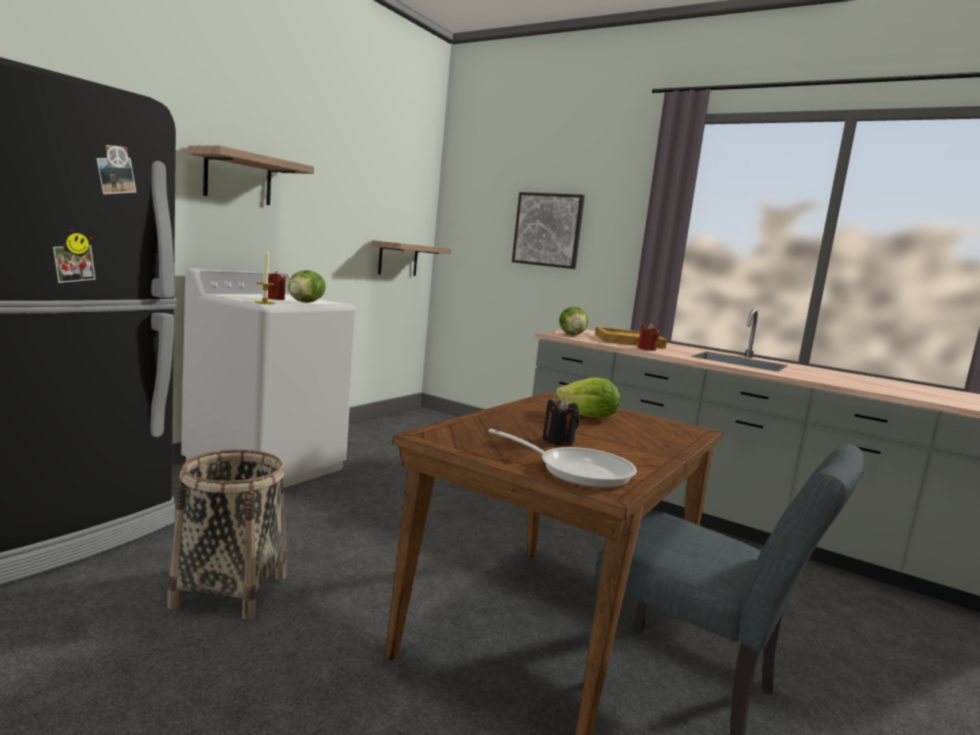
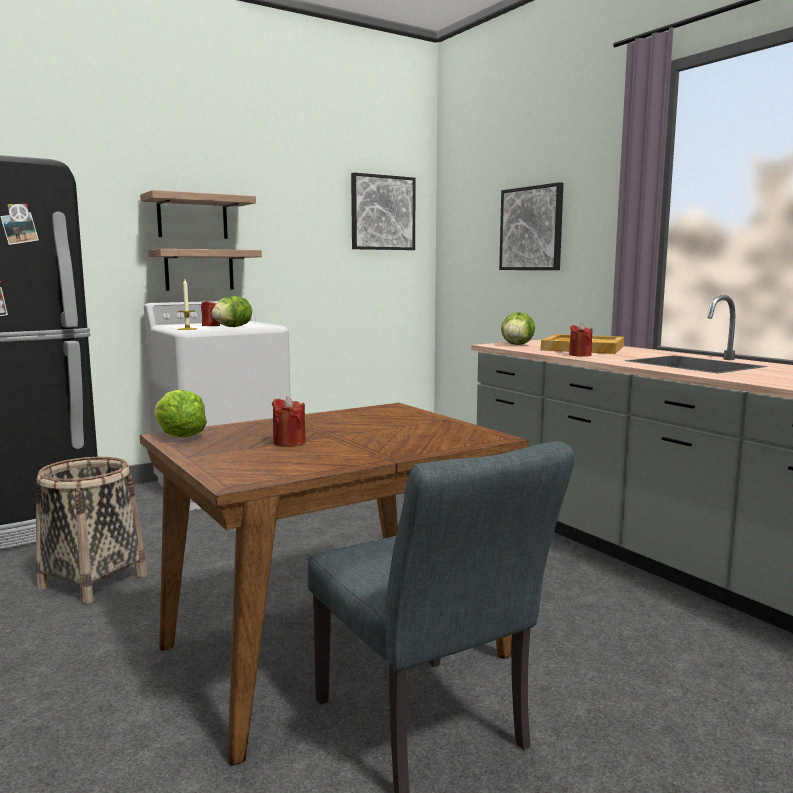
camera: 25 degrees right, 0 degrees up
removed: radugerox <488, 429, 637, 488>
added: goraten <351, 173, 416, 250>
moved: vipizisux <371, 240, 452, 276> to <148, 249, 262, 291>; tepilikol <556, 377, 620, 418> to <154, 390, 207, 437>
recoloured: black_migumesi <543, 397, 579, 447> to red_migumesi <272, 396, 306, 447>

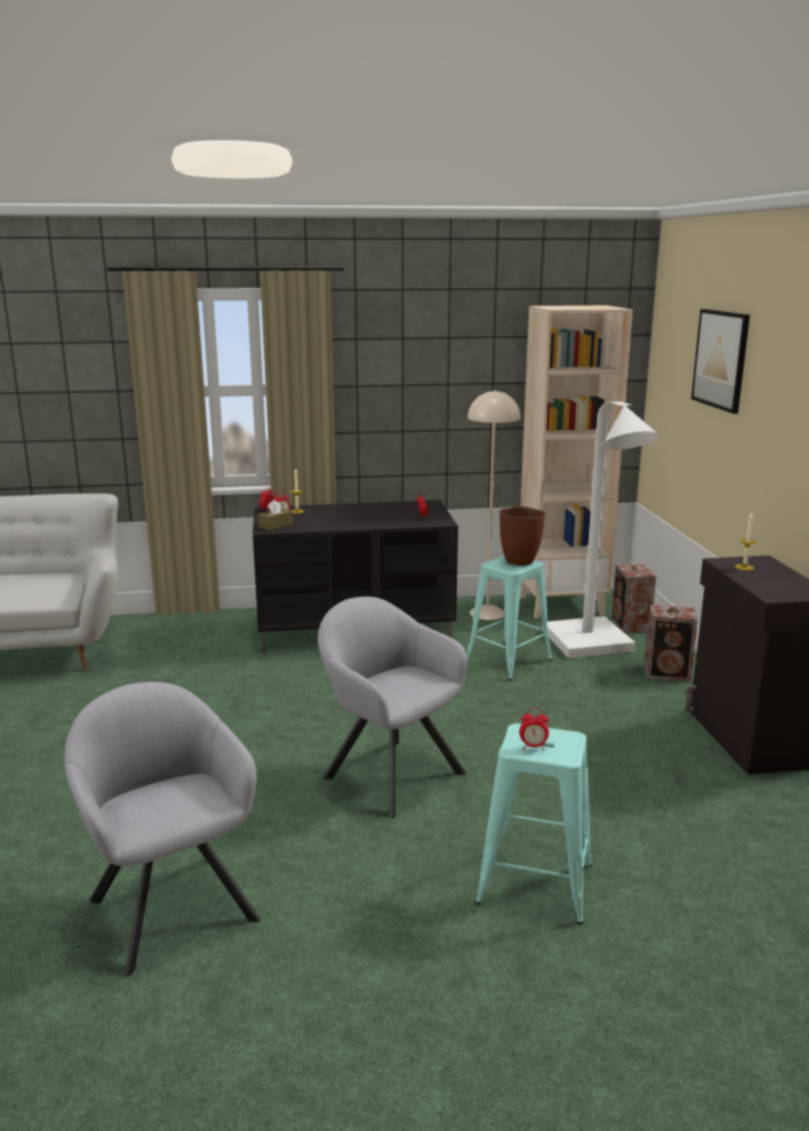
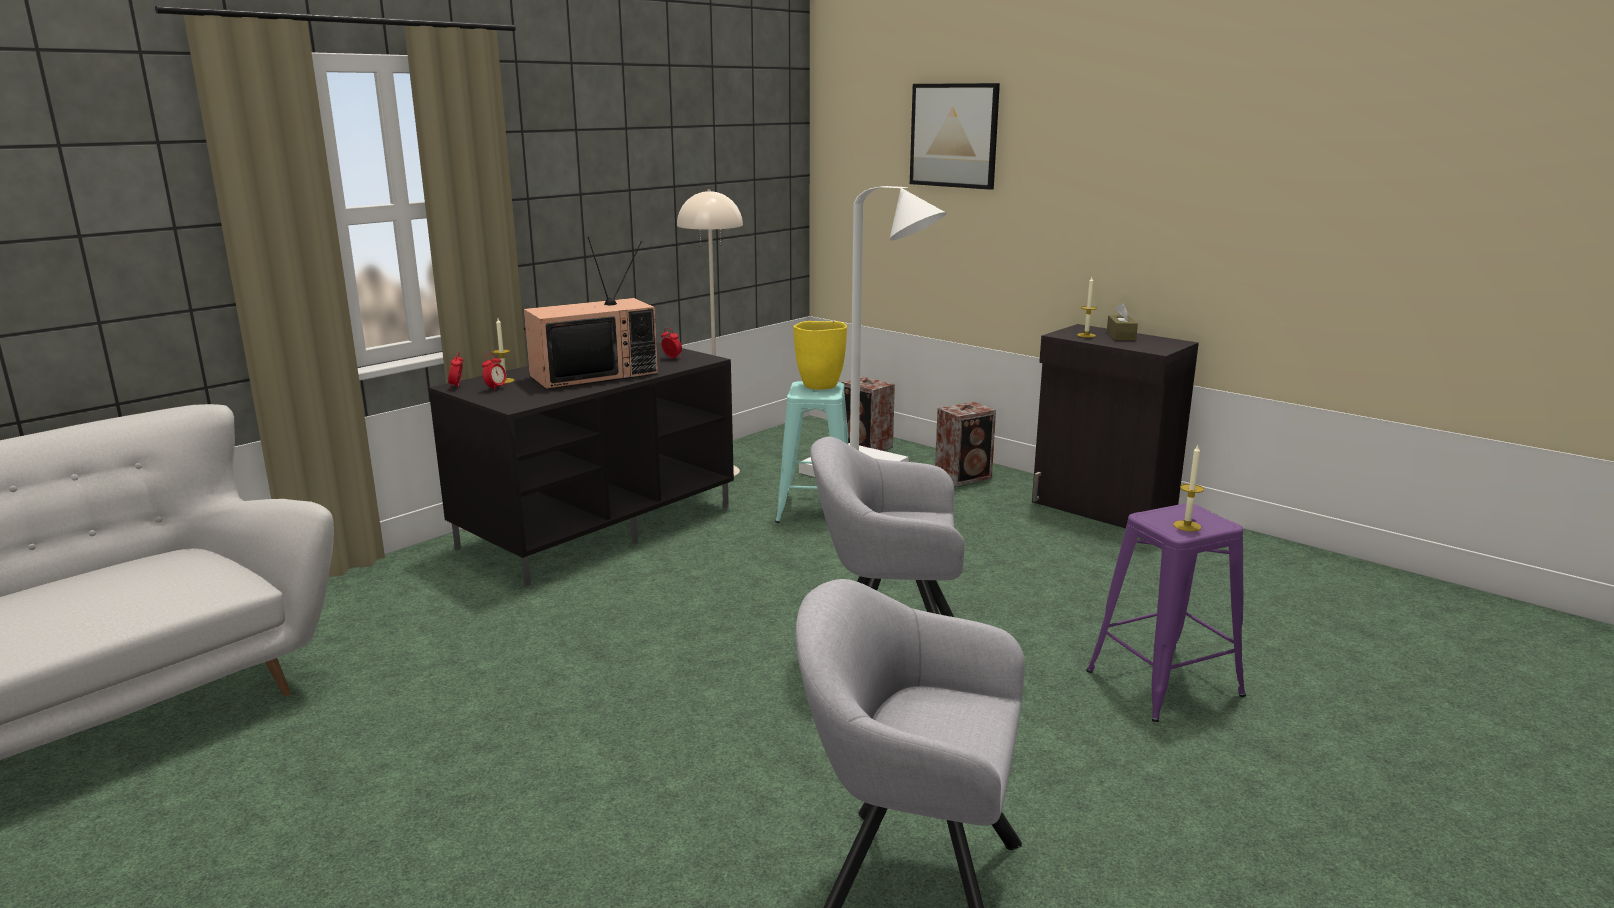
camera: 40 degrees left, 0 degrees up
removed: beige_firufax <520, 305, 633, 618>
added: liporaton <524, 237, 658, 390>
moved: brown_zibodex <258, 500, 293, 531> to <1107, 303, 1138, 341>
replaced: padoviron <519, 708, 549, 751> to migumesi <1173, 445, 1204, 532>
recoloured: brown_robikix <500, 507, 545, 566> to yellow_robikix <793, 321, 847, 390>; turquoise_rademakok <475, 724, 592, 924> to purple_rademakok <1086, 503, 1246, 722>

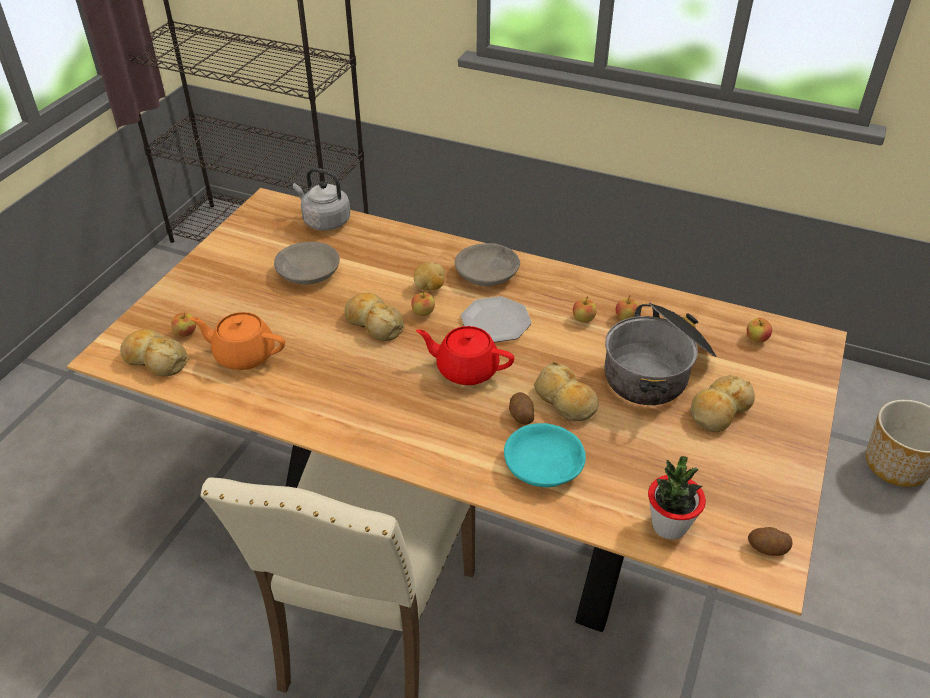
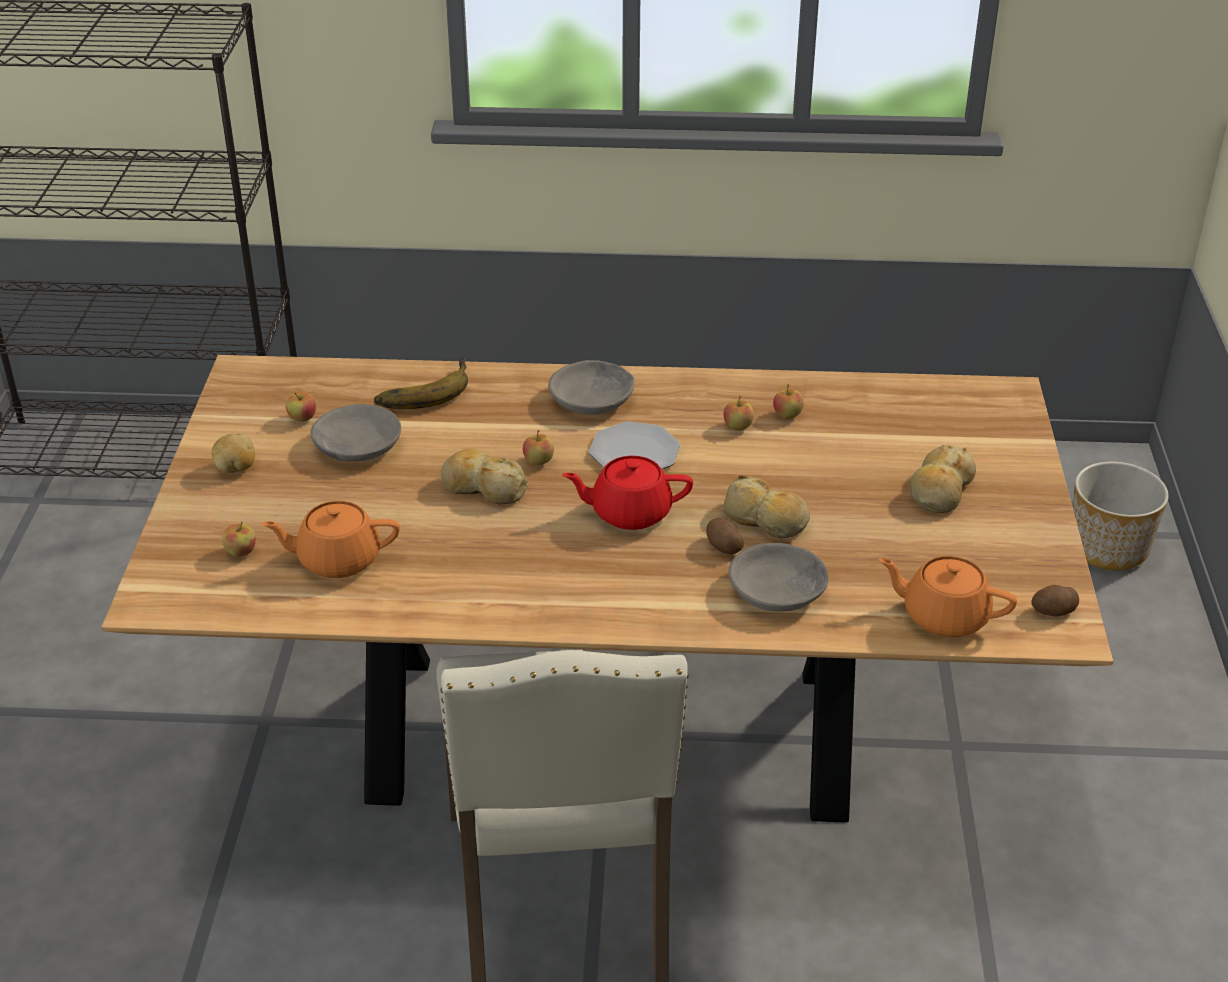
camera: 20 degrees left, 5 degrees down
removed: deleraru <120, 329, 189, 376>; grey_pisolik <293, 168, 350, 231>; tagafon <604, 303, 717, 405>
added: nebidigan <374, 358, 468, 409>
moved: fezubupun <414, 262, 445, 290> to <212, 434, 255, 473>; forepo <747, 318, 772, 343> to <286, 391, 316, 422>
replaced: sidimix <648, 456, 706, 540> to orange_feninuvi <879, 556, 1017, 637>
recoloured: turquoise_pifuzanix <504, 423, 586, 487> to grey_pifuzanix <728, 543, 829, 611>

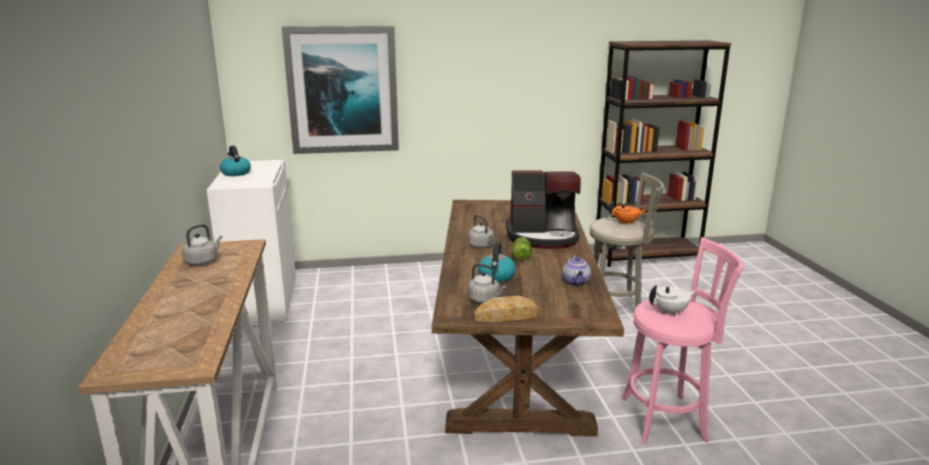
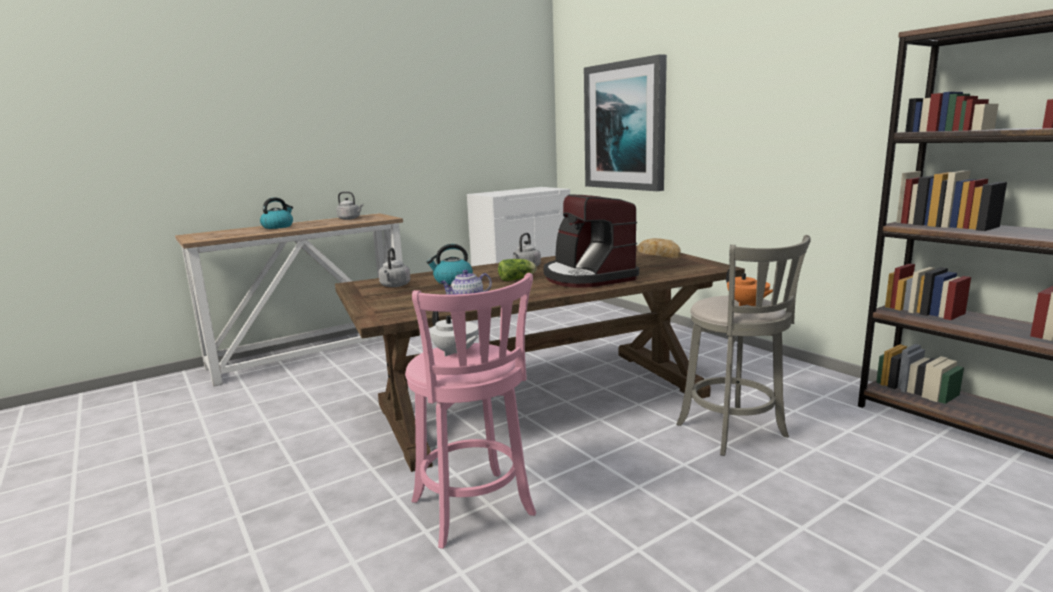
camera: 65 degrees right, 5 degrees down
moved: pisolik <220, 146, 251, 176> to <260, 197, 293, 229>; deleraru <474, 296, 539, 322> to <638, 238, 681, 258>

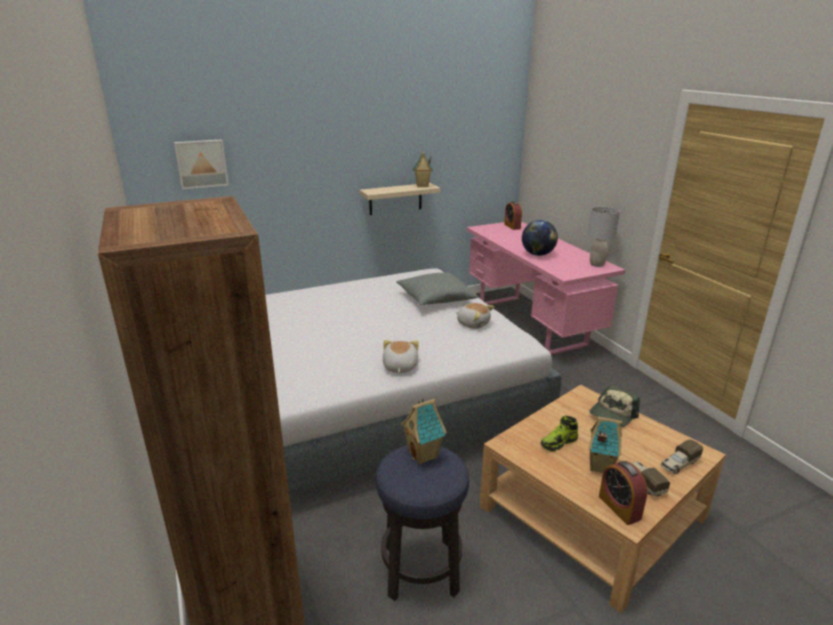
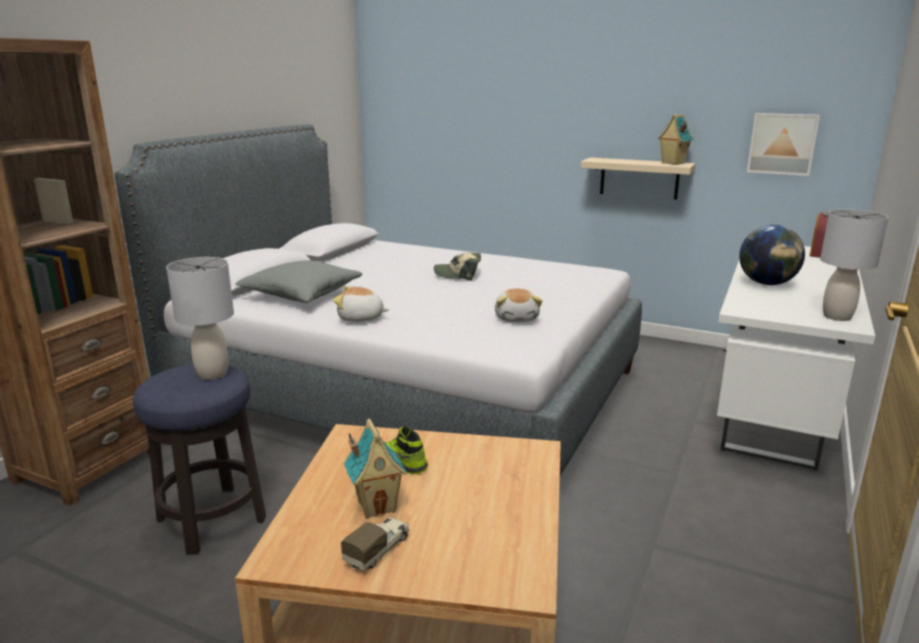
camera: 50 degrees right, 5 degrees down
removed: padoviron <599, 461, 648, 525>; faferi <661, 439, 703, 474>
moved: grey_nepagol <396, 272, 478, 305> to <235, 261, 362, 303>; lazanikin <589, 385, 640, 427> to <434, 253, 481, 281>; goraten <174, 139, 229, 189> to <747, 113, 820, 176>
replaced: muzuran <401, 398, 447, 465> to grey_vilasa <166, 257, 234, 380>
recoloured: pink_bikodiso <467, 221, 625, 355> to white_bikodiso <717, 246, 875, 471>
turned: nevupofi <382, 340, 419, 373> = <333, 286, 389, 322> 135 degrees counterclockwise

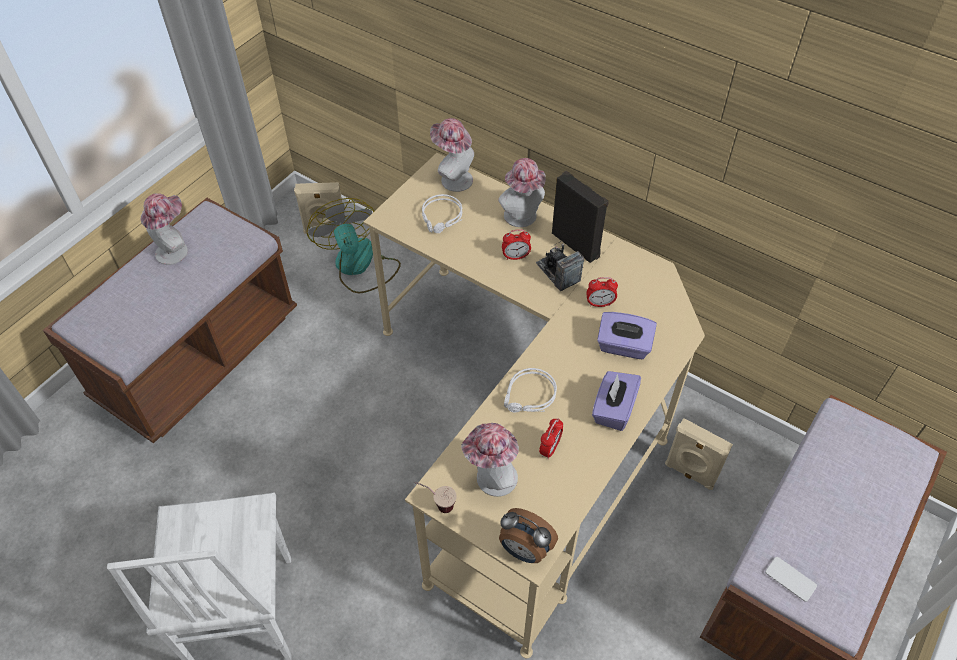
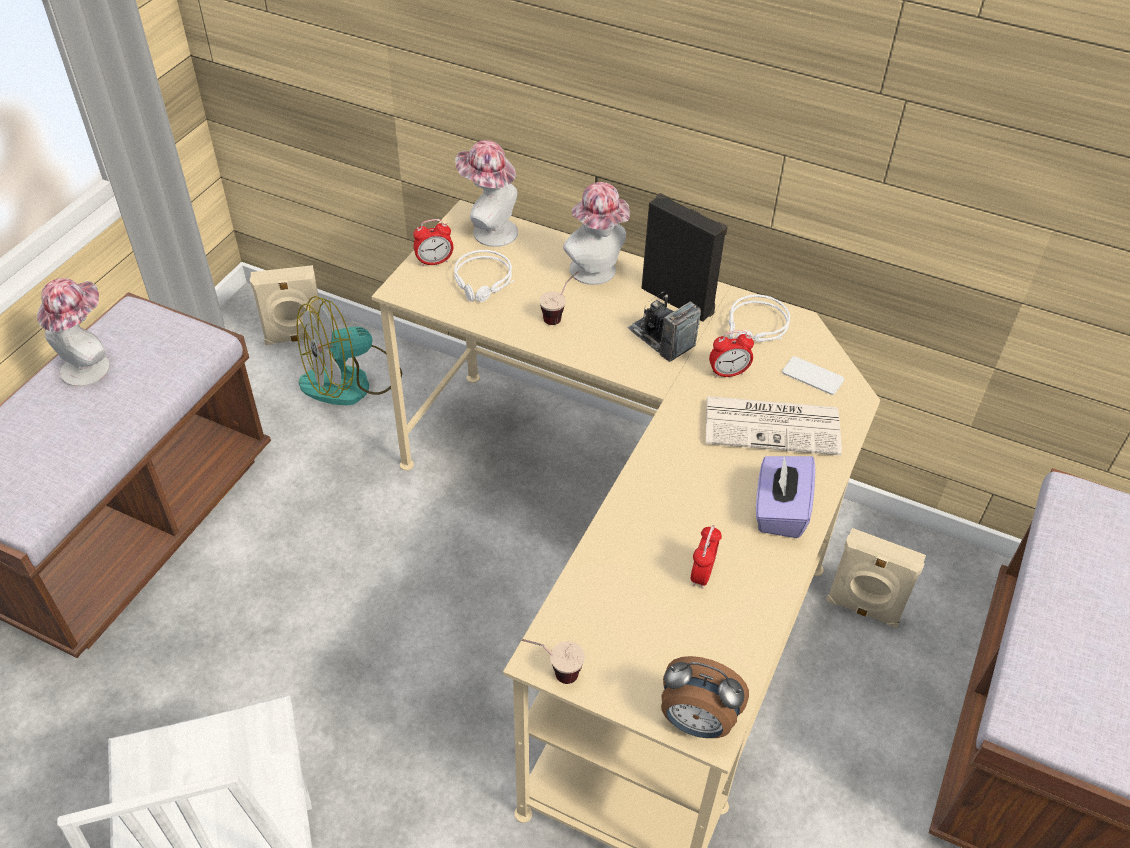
camera: 10 degrees left, 5 degrees down
removed: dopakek <461, 423, 519, 497>
added: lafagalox <539, 271, 579, 325>
moved: padoviron <502, 229, 531, 260> to <413, 219, 453, 267>; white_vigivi <504, 368, 557, 413> to <729, 295, 790, 342>; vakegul <765, 557, 817, 602> to <782, 356, 844, 395>
replaced: purple_zibodex <597, 312, 657, 359> to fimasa <706, 396, 842, 456>
turned: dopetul <307, 198, 401, 293> = <297, 296, 402, 405> 90 degrees counterclockwise

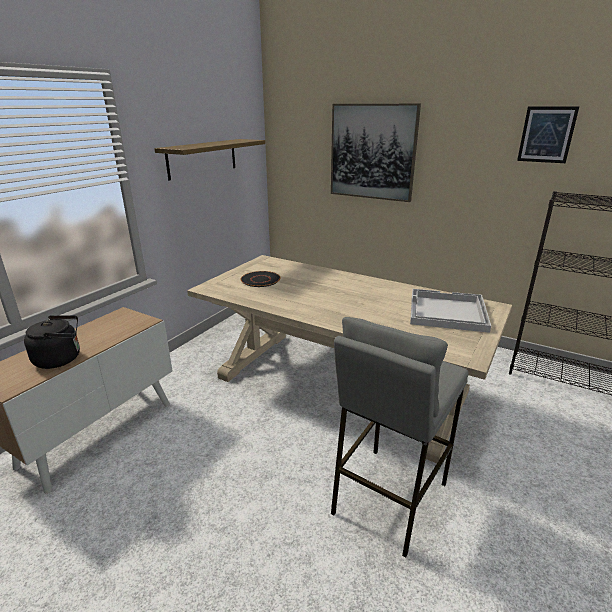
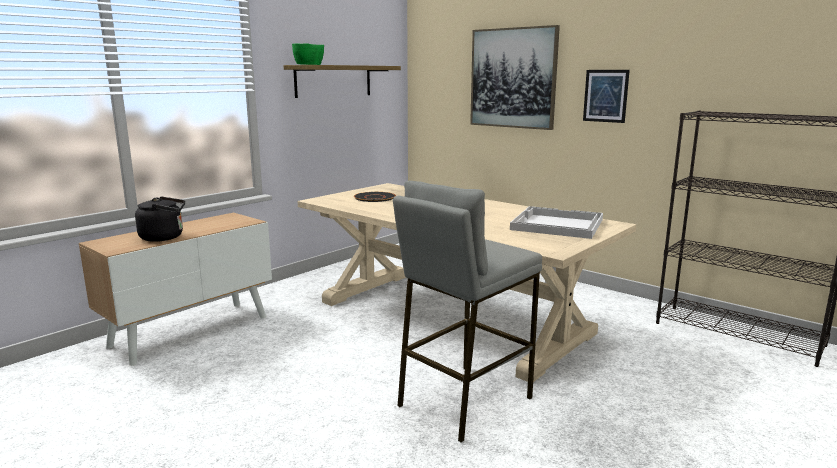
camera: 10 degrees right, 10 degrees down
added: green_pifuzanix <292, 44, 324, 65>
moved: goraten <517, 106, 579, 163> to <583, 70, 630, 123>

